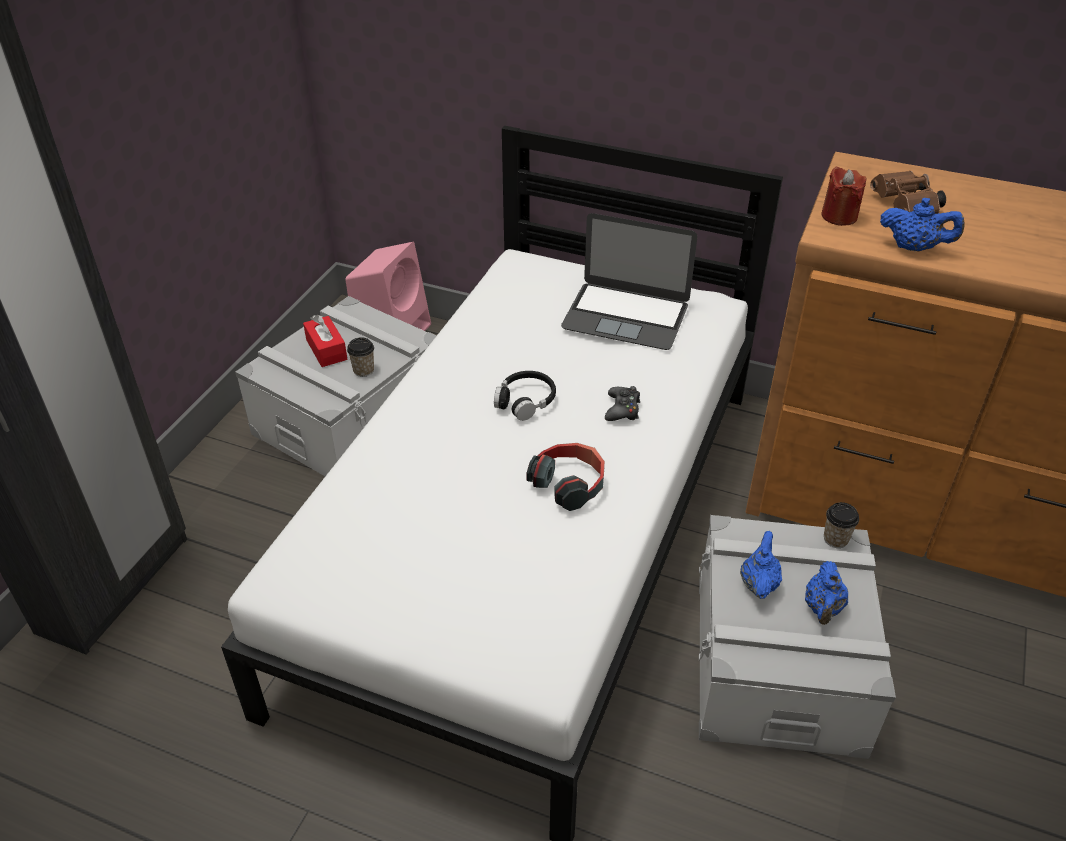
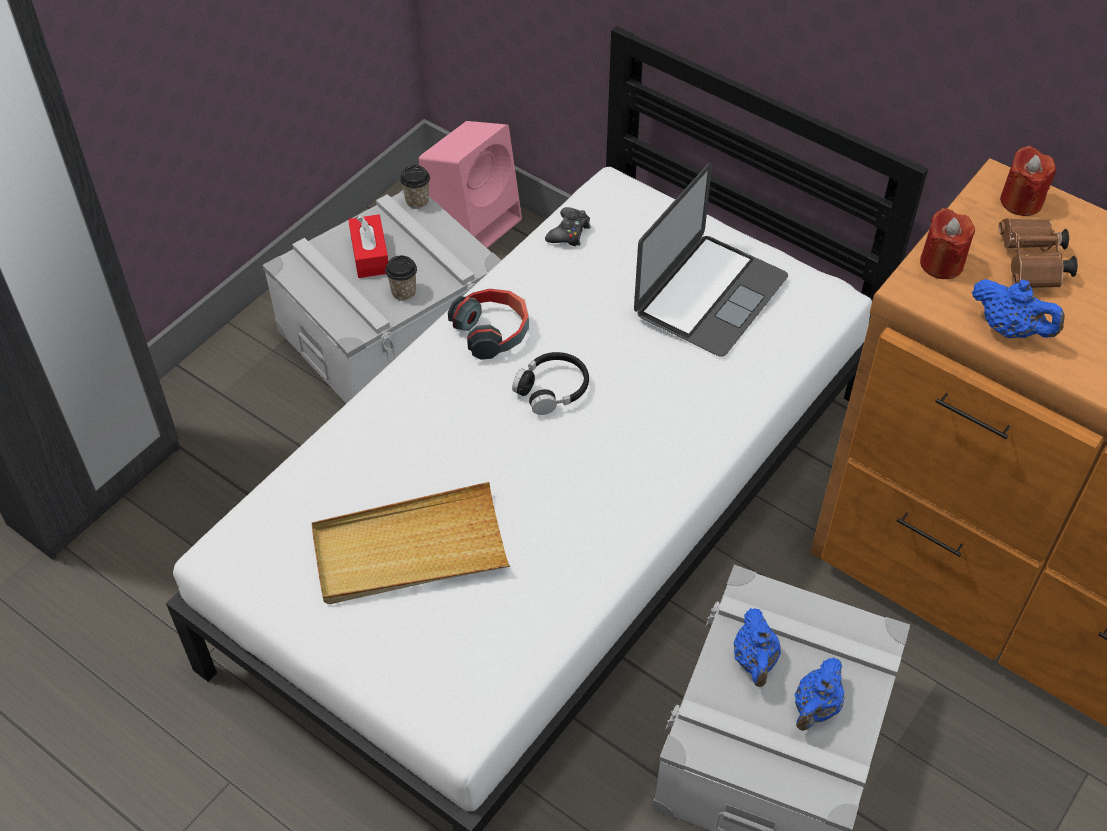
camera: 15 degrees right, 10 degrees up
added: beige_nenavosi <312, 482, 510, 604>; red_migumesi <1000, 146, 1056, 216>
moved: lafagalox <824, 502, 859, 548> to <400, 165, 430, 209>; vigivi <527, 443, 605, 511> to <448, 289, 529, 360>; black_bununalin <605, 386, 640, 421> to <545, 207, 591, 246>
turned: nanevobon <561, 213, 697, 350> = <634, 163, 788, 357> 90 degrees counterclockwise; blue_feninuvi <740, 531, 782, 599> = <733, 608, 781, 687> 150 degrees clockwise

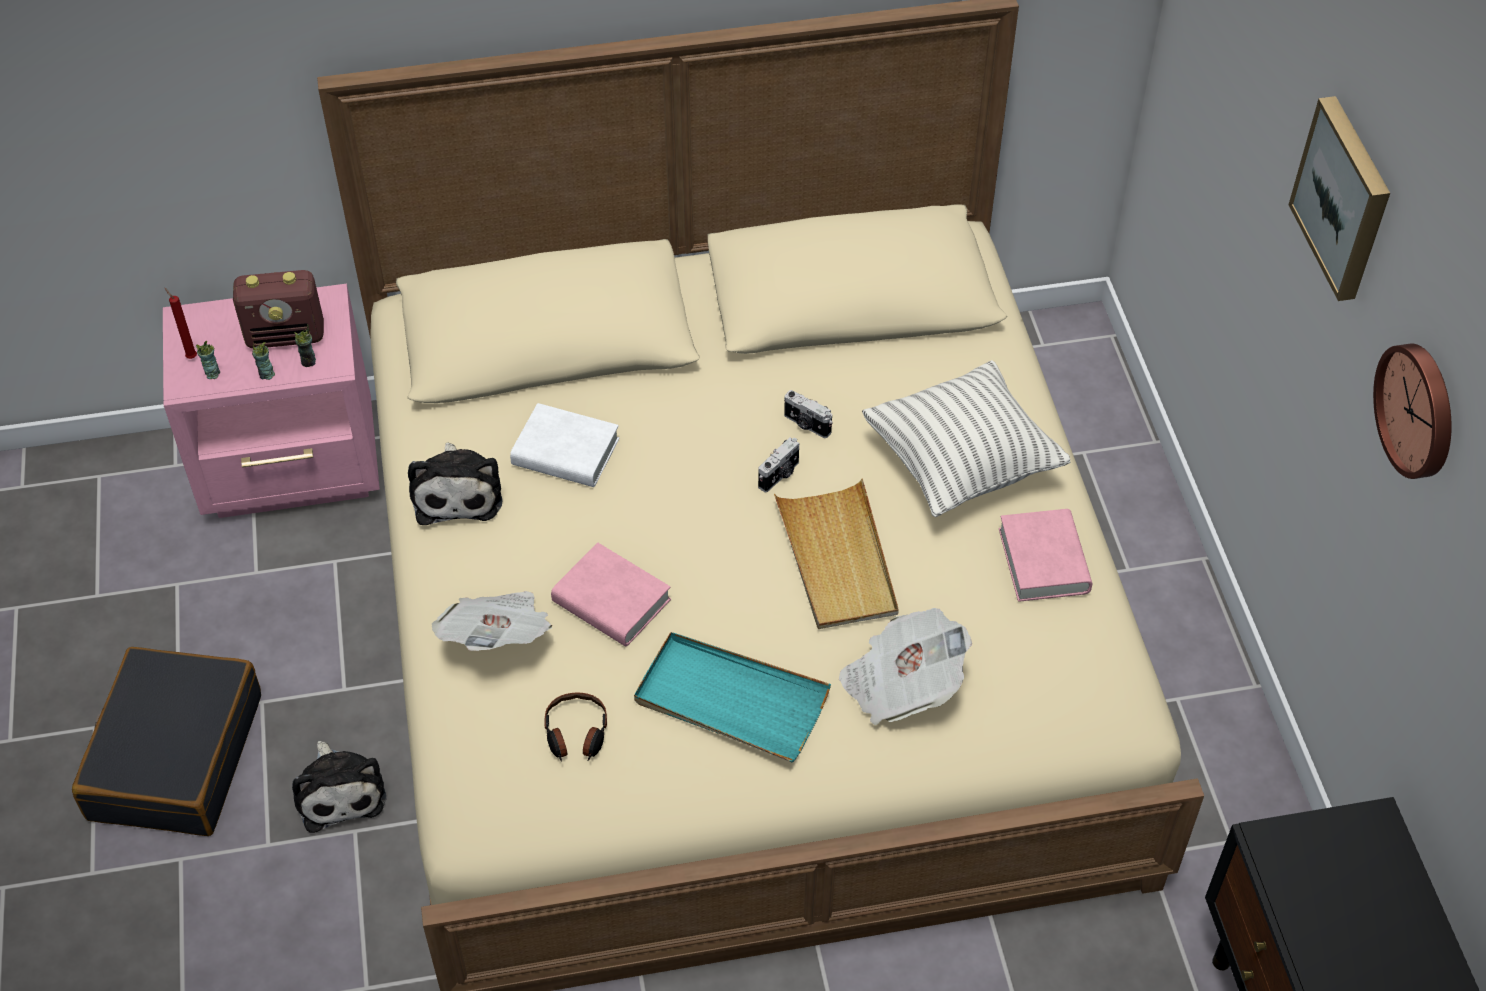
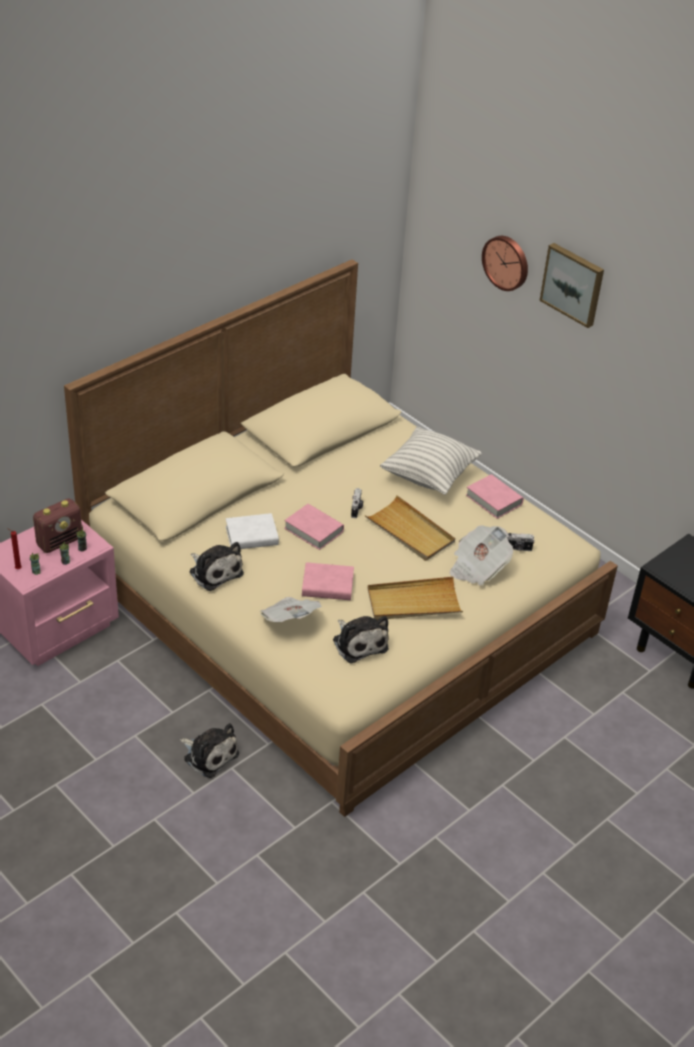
camera: 35 degrees left, 10 degrees down
removed: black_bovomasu <72, 647, 261, 836>
added: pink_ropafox <284, 504, 344, 550>
moved: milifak <1373, 344, 1452, 479> to <482, 236, 528, 291>; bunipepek <784, 390, 832, 438> to <507, 533, 535, 551>
replaced: vigivi <544, 693, 607, 762> to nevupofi <333, 616, 388, 663>
recoloured: turquoise_nenavosi <634, 632, 831, 763> to beige_nenavosi <368, 577, 463, 620>

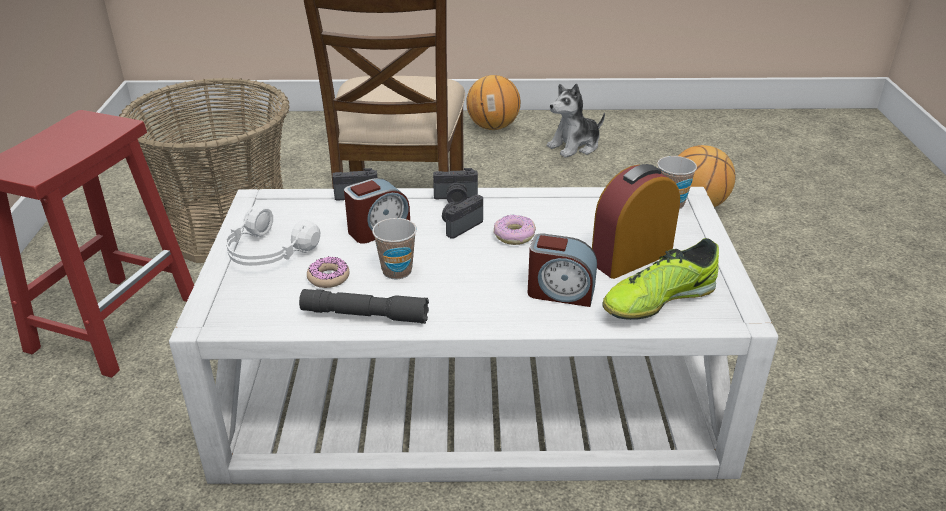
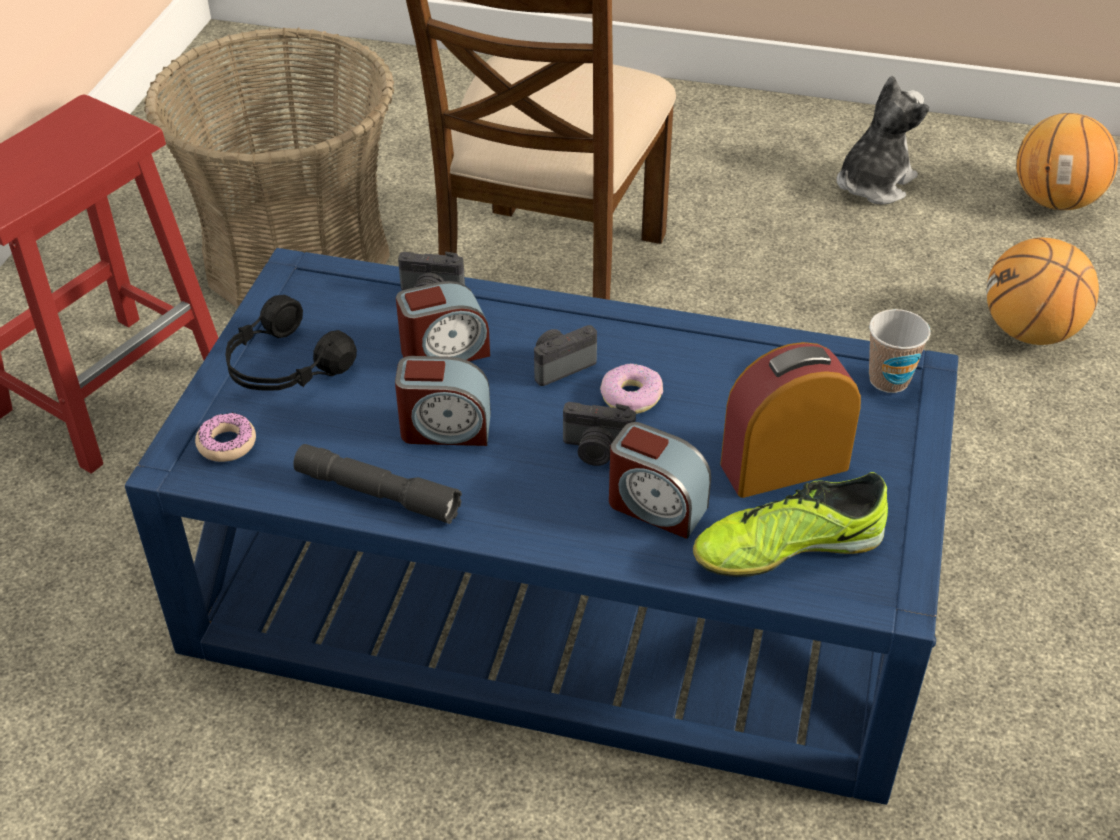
camera: 15 degrees right, 10 degrees up
moved: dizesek <307, 256, 349, 288> to <195, 412, 256, 462>; bunipepek <433, 168, 478, 204> to <563, 402, 636, 466>; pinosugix <466, 75, 521, 130> to <1016, 113, 1118, 210>
replaced: lafagalox <372, 218, 417, 279> to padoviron <395, 356, 491, 446>
recoloured: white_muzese <169, 187, 778, 484> to blue_muzese <125, 248, 958, 805>; white_vigivi <226, 206, 320, 266> to black_vigivi <225, 295, 357, 391>
turned: nevupofi <547, 83, 605, 158> = <837, 76, 929, 205> 150 degrees clockwise

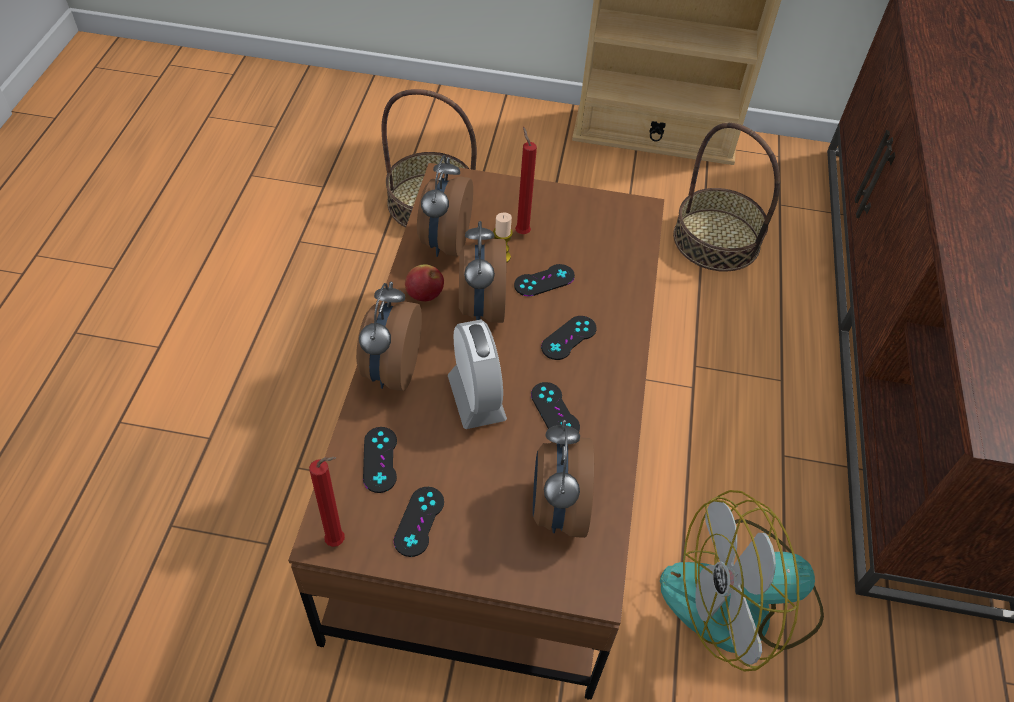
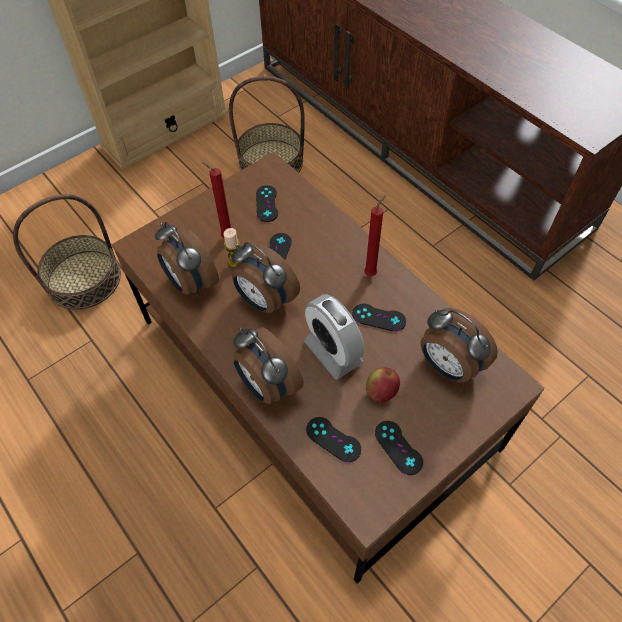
camera: 45 degrees left, 5 degrees up
removed: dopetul <660, 490, 824, 672>
moved: black_bununalin <541, 316, 597, 360> to <256, 185, 278, 222>; red_migumesi <309, 457, 345, 547> to <364, 195, 386, 276>; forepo <405, 264, 444, 301> to <366, 367, 400, 402>
turned: padoviron <448, 320, 507, 429> = <304, 294, 364, 379> 150 degrees counterclockwise

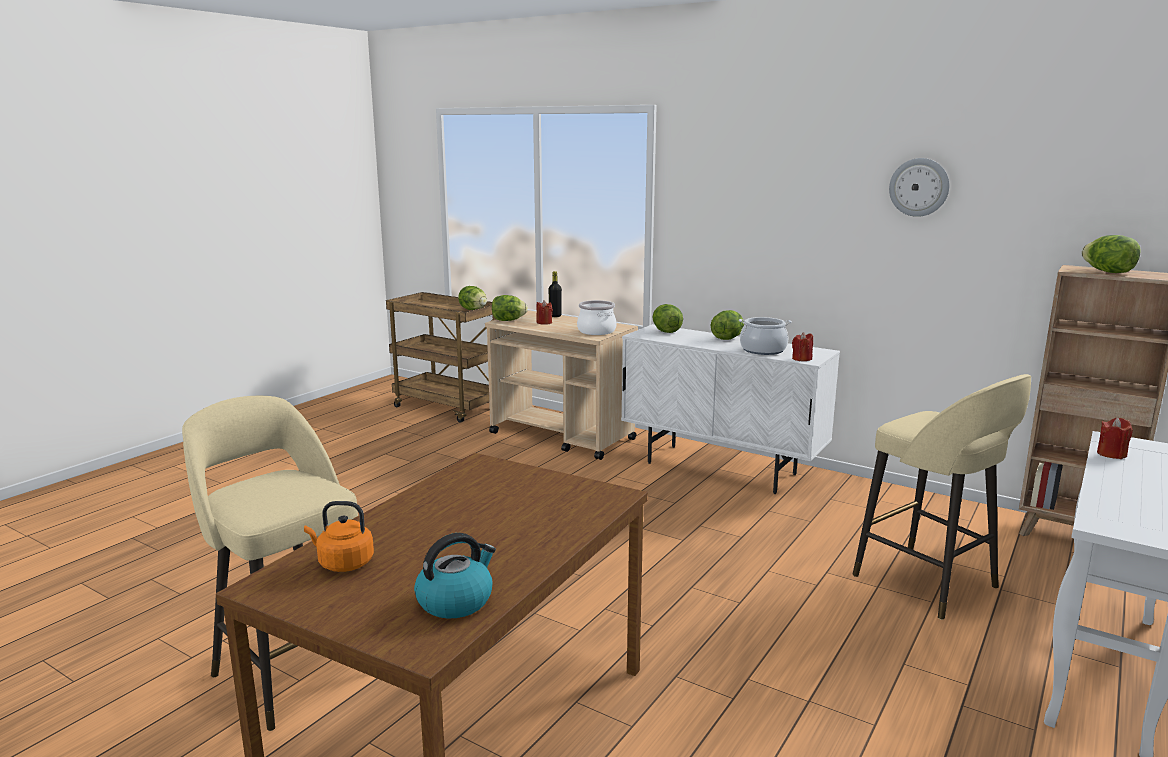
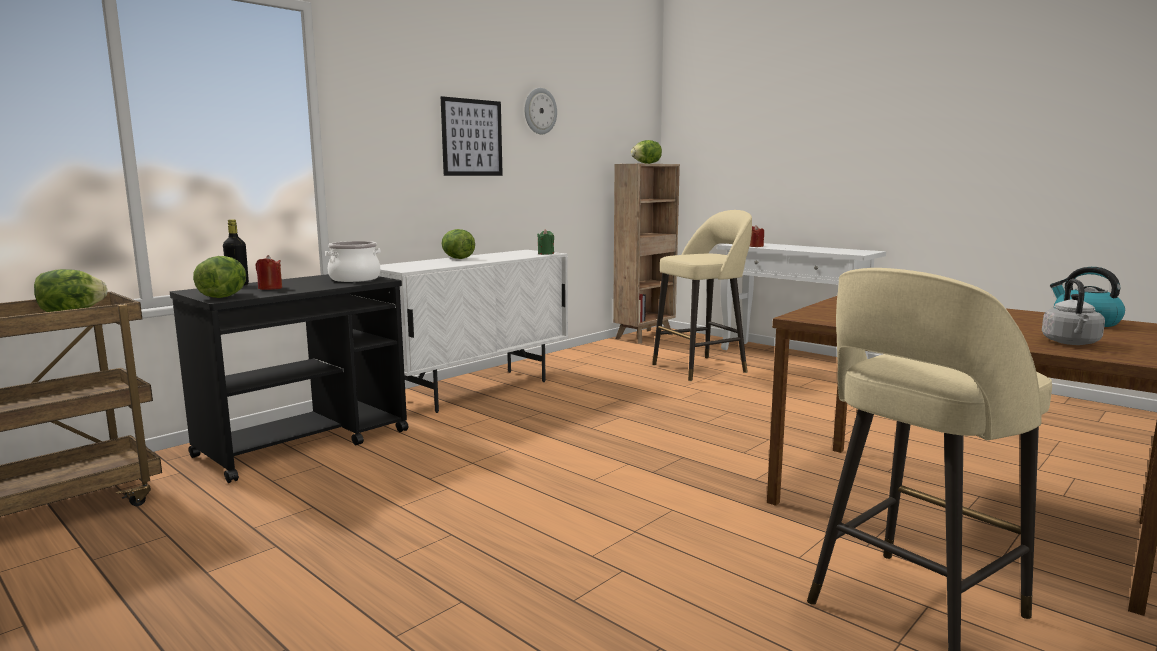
camera: 80 degrees left, 5 degrees down
removed: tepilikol <653, 304, 683, 333>; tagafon <739, 317, 792, 355>
added: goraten <441, 96, 503, 176>
recoloured: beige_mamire <485, 310, 638, 460> to black_mamire <170, 274, 409, 483>; red_migumesi <792, 332, 813, 361> to green_migumesi <537, 230, 554, 255>; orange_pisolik <304, 501, 374, 572> to grey_pisolik <1042, 279, 1105, 345>

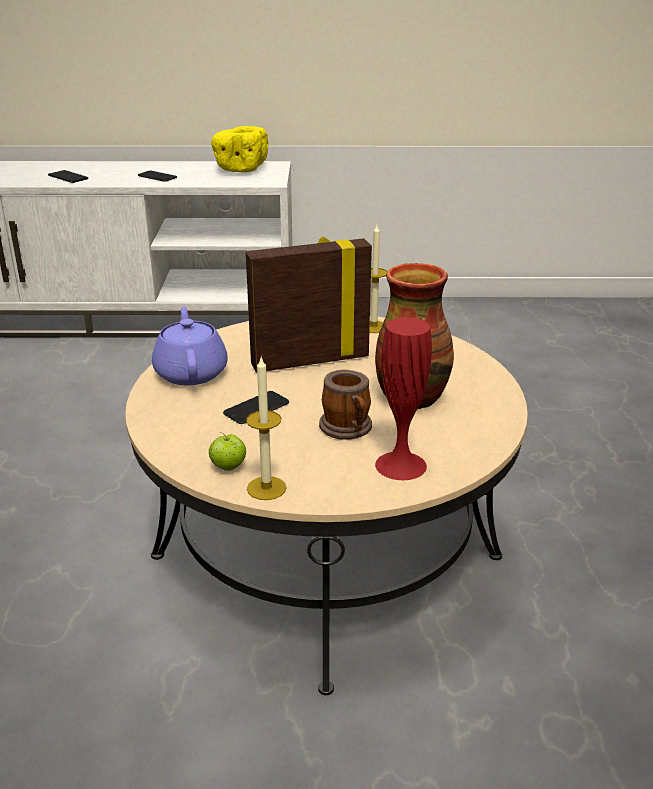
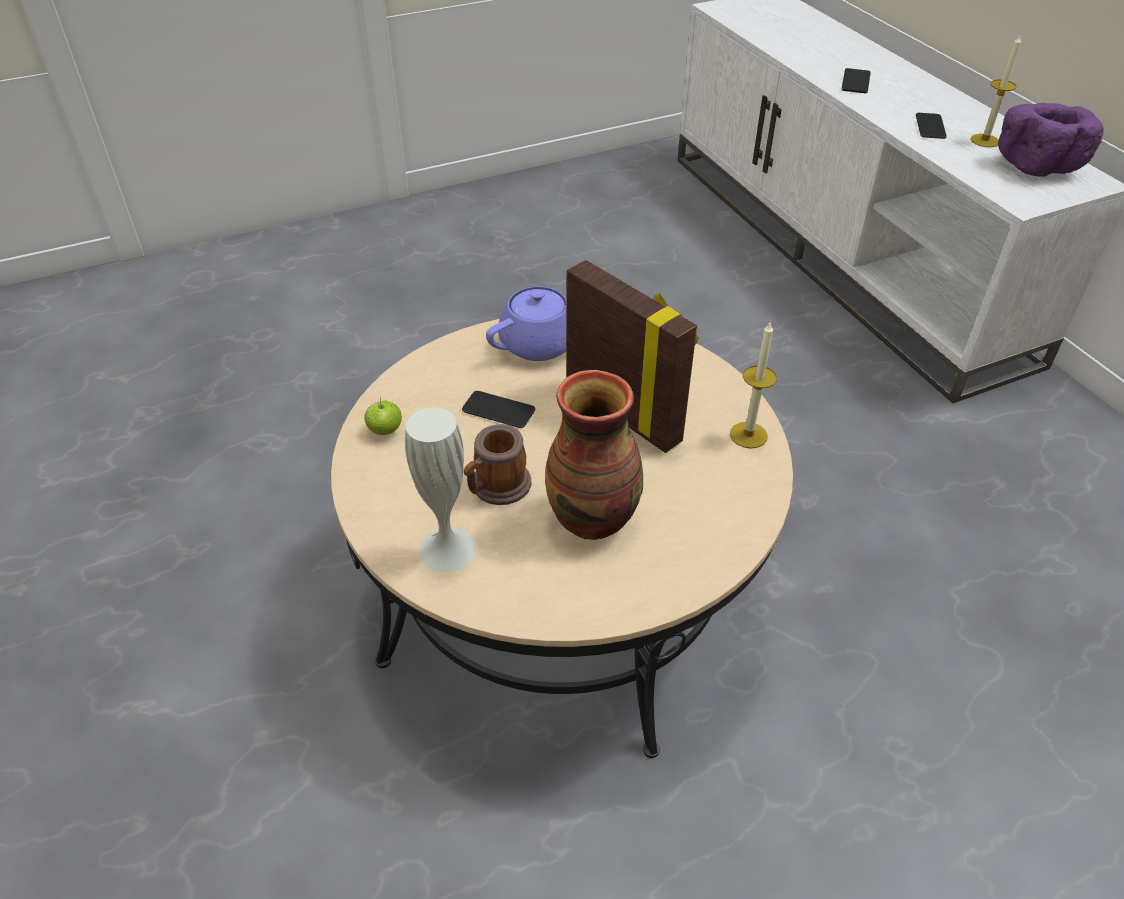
camera: 65 degrees right, 15 degrees up
moved: migumesi <246, 358, 287, 500> to <971, 35, 1021, 147>
recoloured: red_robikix <375, 317, 432, 480> to white_robikix <405, 408, 476, 572>; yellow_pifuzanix <211, 126, 268, 173> to purple_pifuzanix <998, 103, 1104, 177>

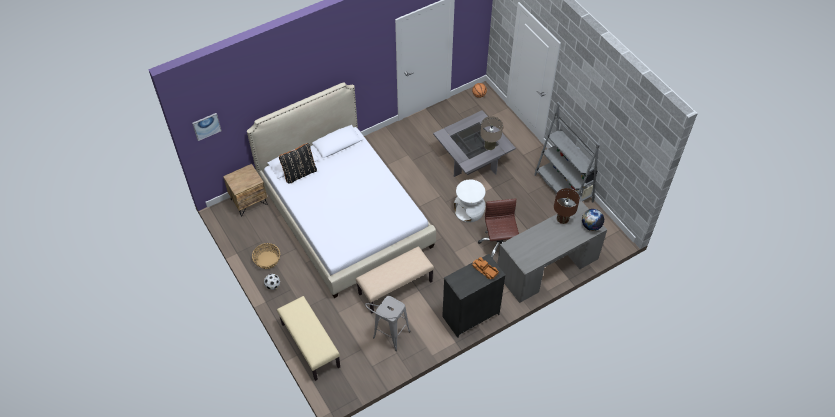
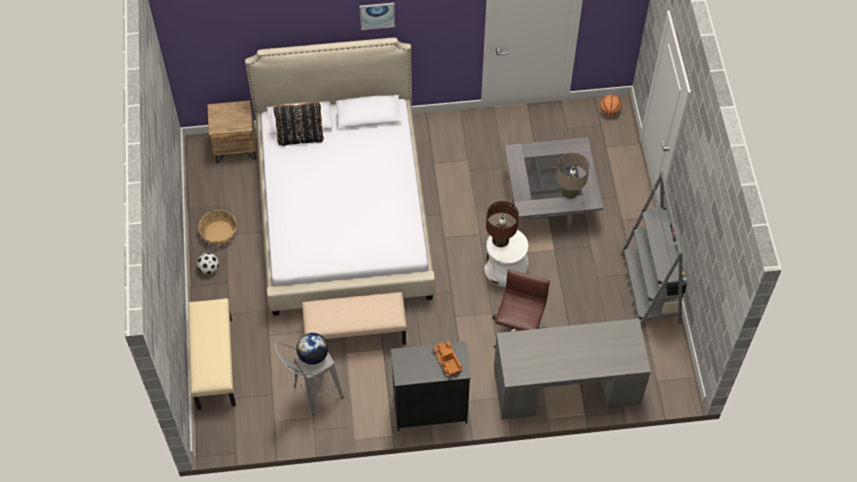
camera: 25 degrees right, 5 degrees up
moved: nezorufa <582, 209, 604, 231> to <296, 333, 328, 365>; goraten <192, 113, 222, 141> to <359, 3, 395, 30>; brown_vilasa <554, 188, 580, 224> to <486, 201, 519, 247>

